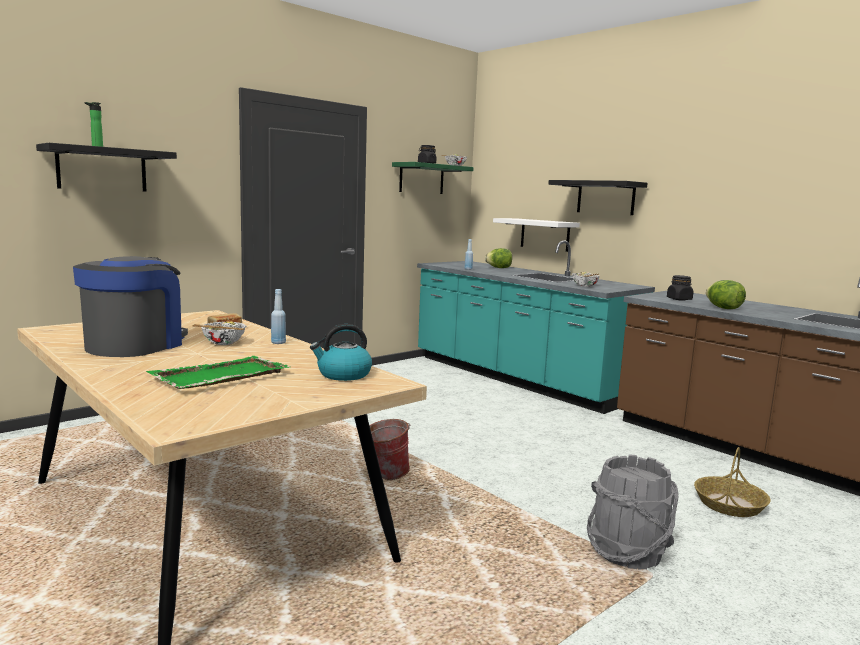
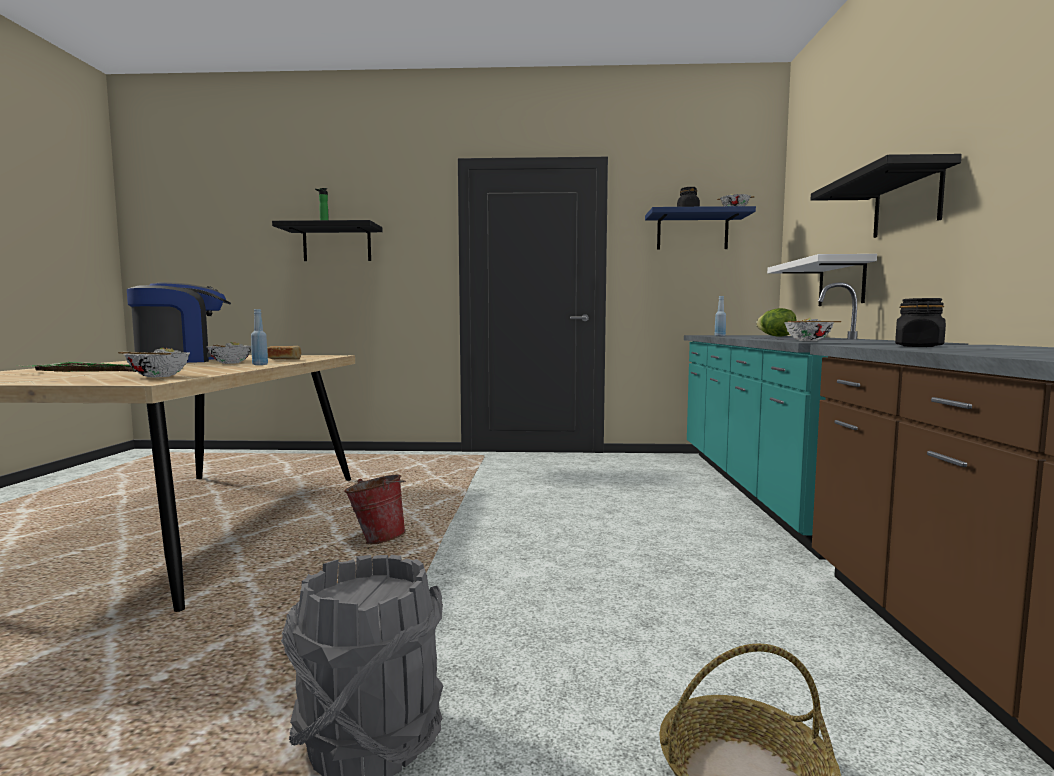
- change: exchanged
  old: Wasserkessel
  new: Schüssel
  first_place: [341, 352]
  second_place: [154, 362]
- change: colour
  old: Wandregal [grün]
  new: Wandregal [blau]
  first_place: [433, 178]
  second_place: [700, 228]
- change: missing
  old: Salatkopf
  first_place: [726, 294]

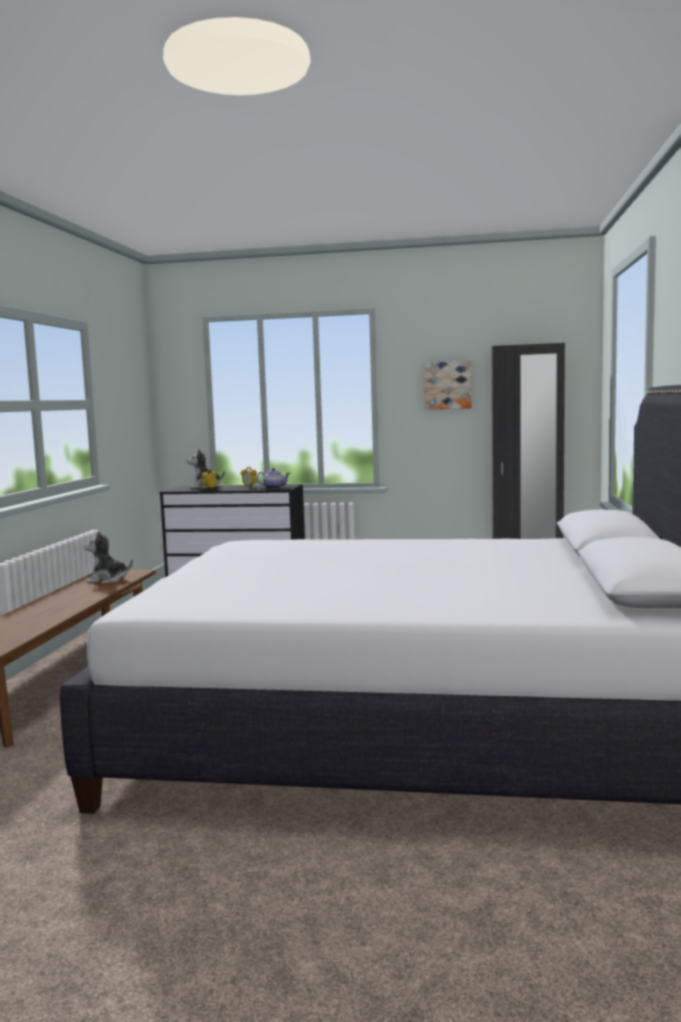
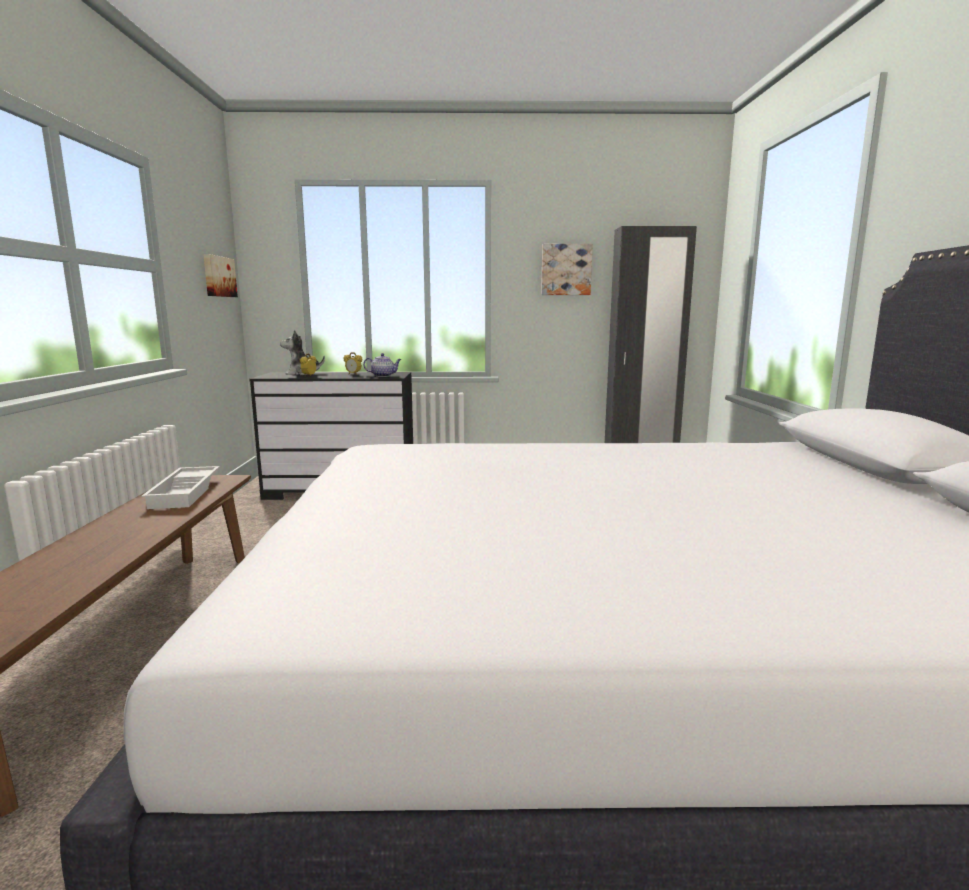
- change: exchanged
  old: Plüschtier
  new: Tablett [weiß]
  first_place: [108, 557]
  second_place: [181, 487]
- change: appeared
  new: Bild
  second_place: [220, 275]

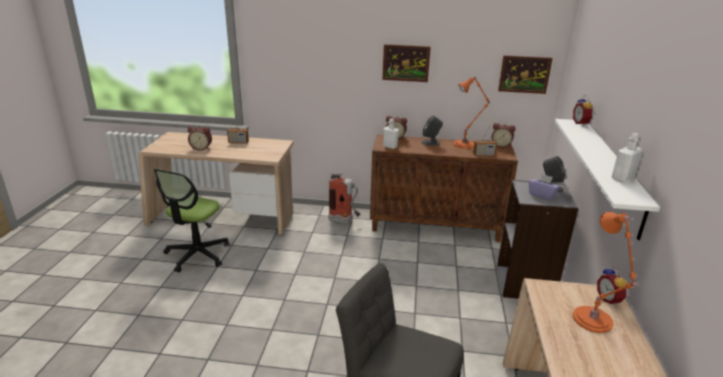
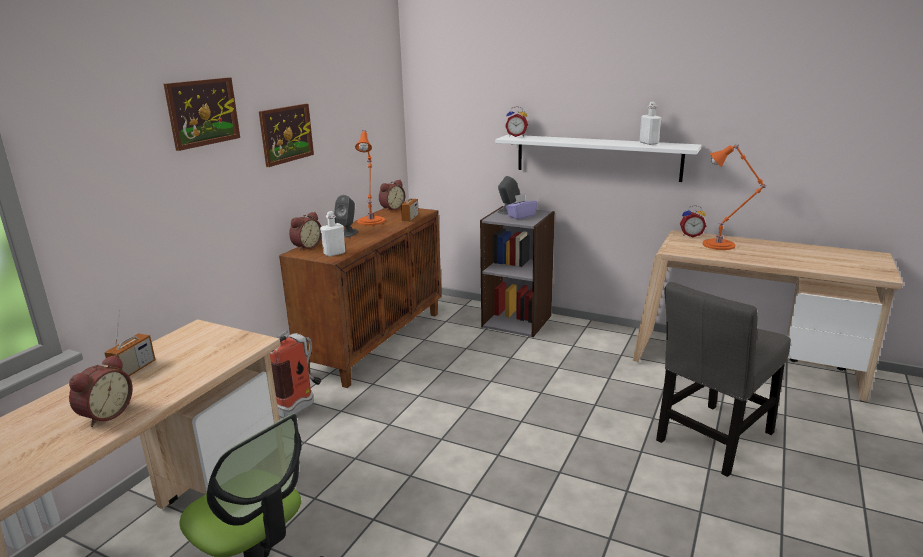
- change: relocated
  old: Bild
  first_place: [525, 74]
  second_place: [202, 114]

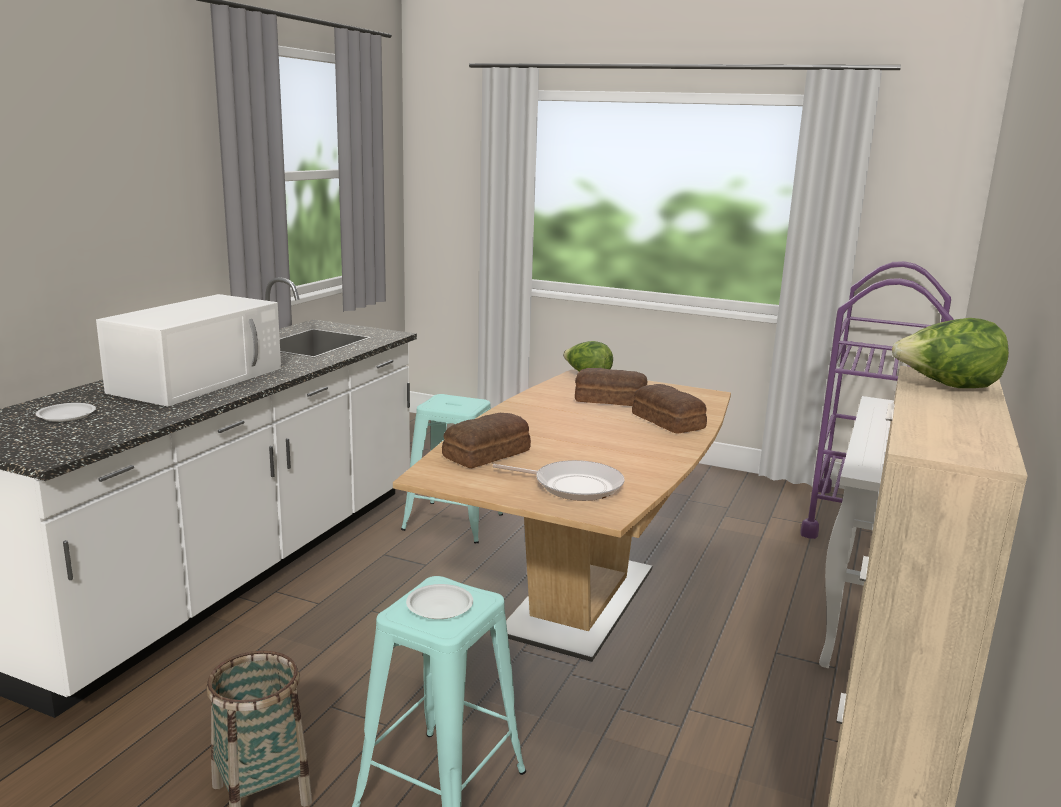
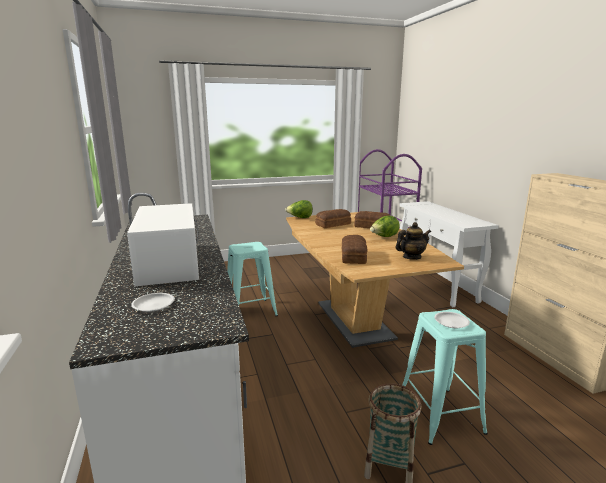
- change: exchanged
  old: Pfanne
  new: Teekanne
  first_place: [558, 480]
  second_place: [413, 241]
- change: relocated
  old: Salatkopf
  first_place: [950, 353]
  second_place: [385, 226]

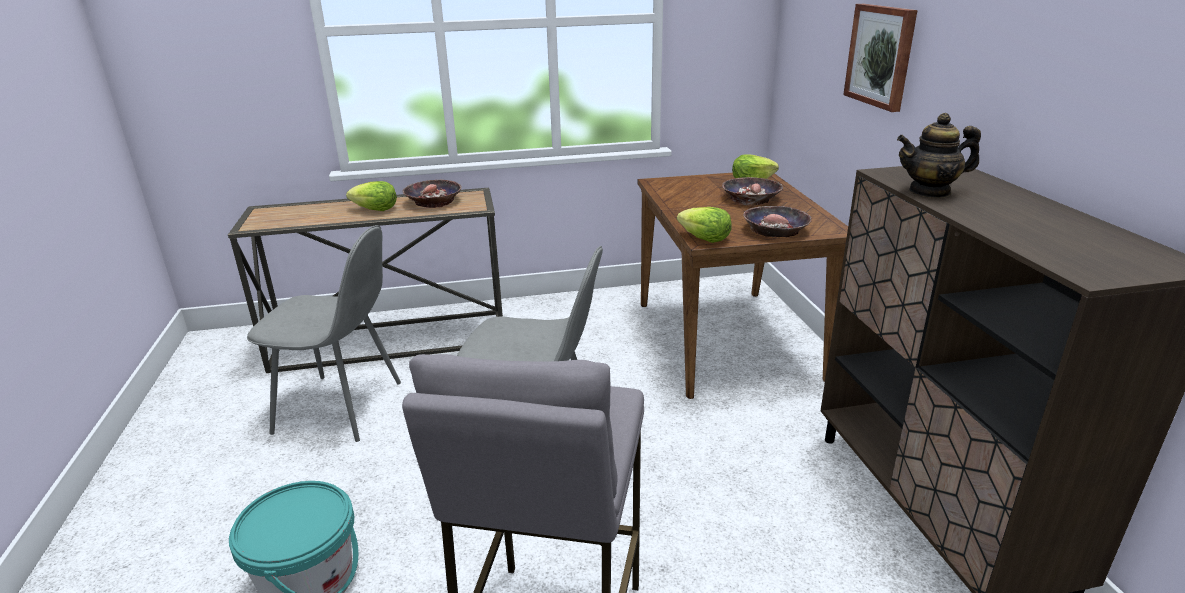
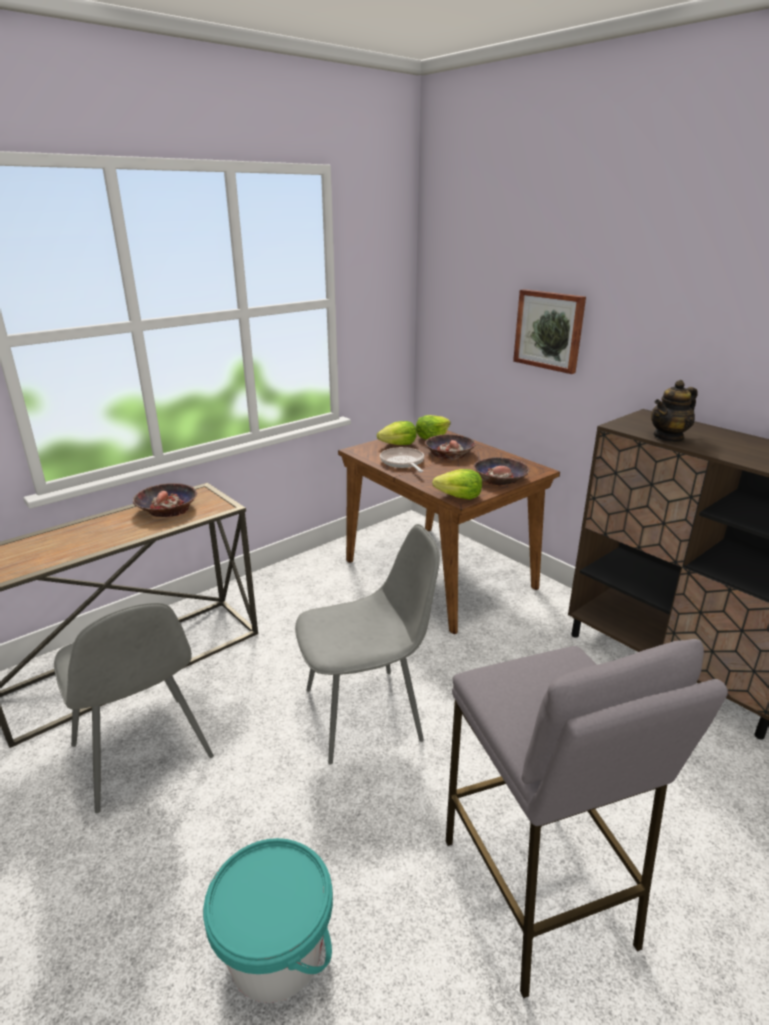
- change: spun
  old: Stuhl [grau]
  first_place: [324, 333]
  second_place: [134, 708]
  degrees: 75
- change: relocated
  old: Salatkopf
  first_place: [371, 196]
  second_place: [397, 433]
- change: appeared
  new: Pfanne
  second_place: [402, 459]

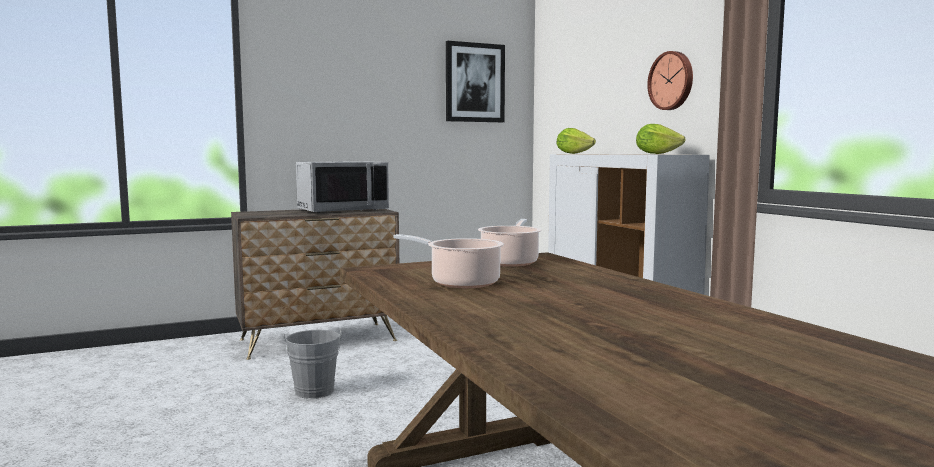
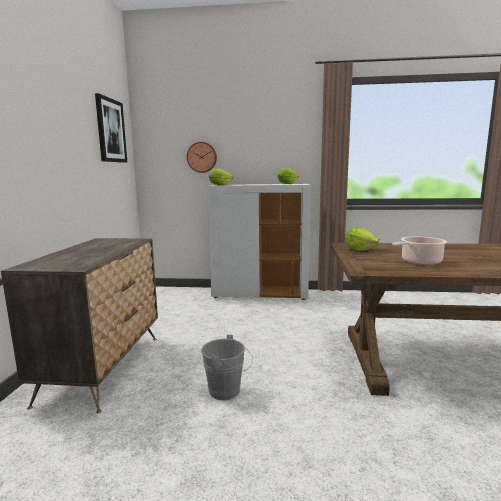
- change: missing
  old: Mikrowelle [grau]
  first_place: [342, 187]
- change: exchanged
  old: Kochtopf
  new: Salatkopf
  first_place: [510, 243]
  second_place: [362, 239]
- change: relocated
  old: Wanduhr
  first_place: [670, 80]
  second_place: [202, 157]

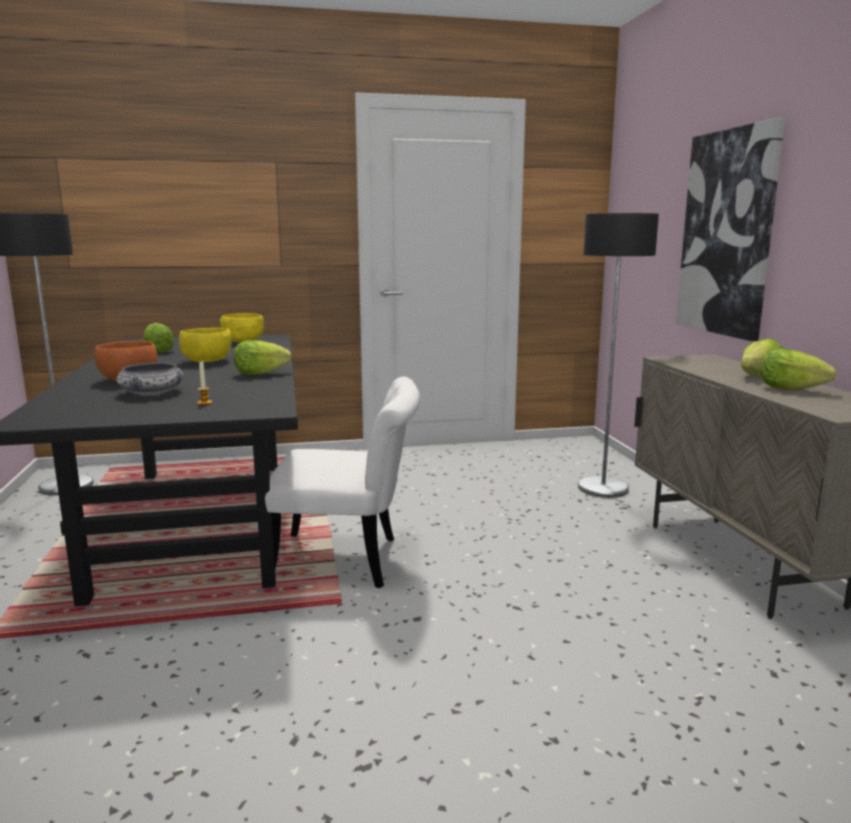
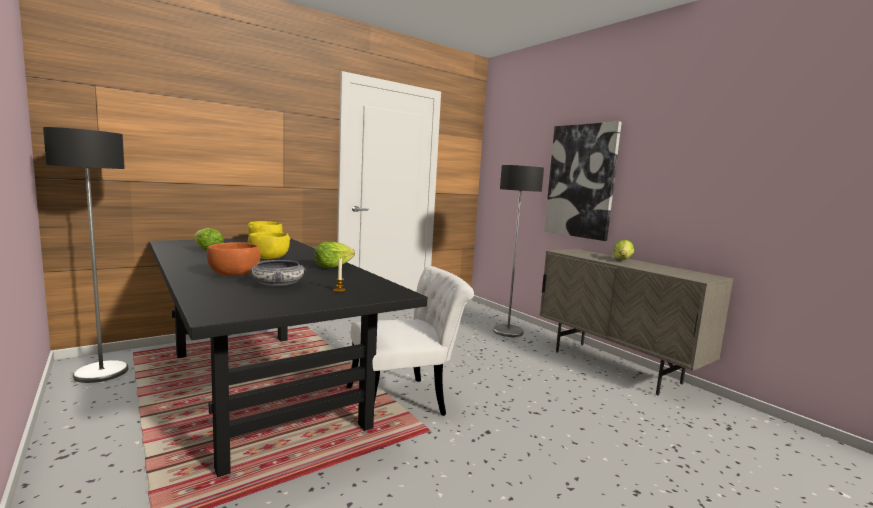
- change: missing
  old: Salatkopf
  first_place: [798, 369]

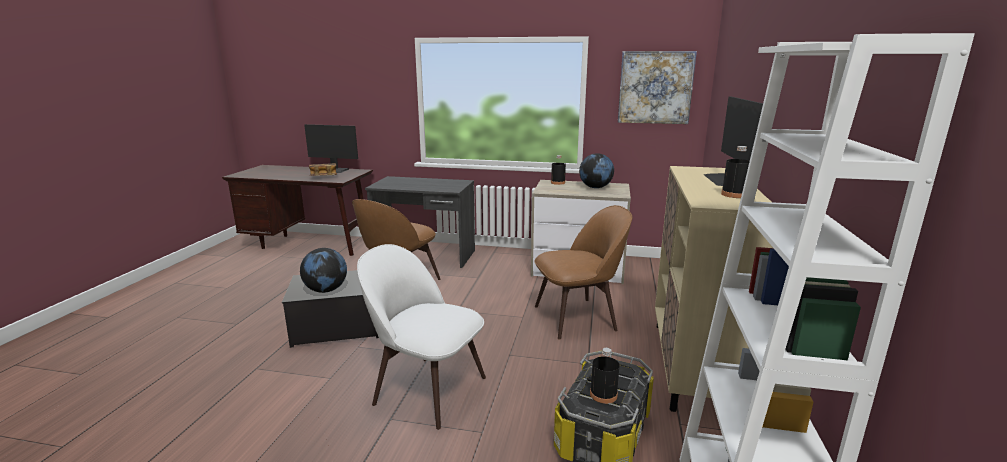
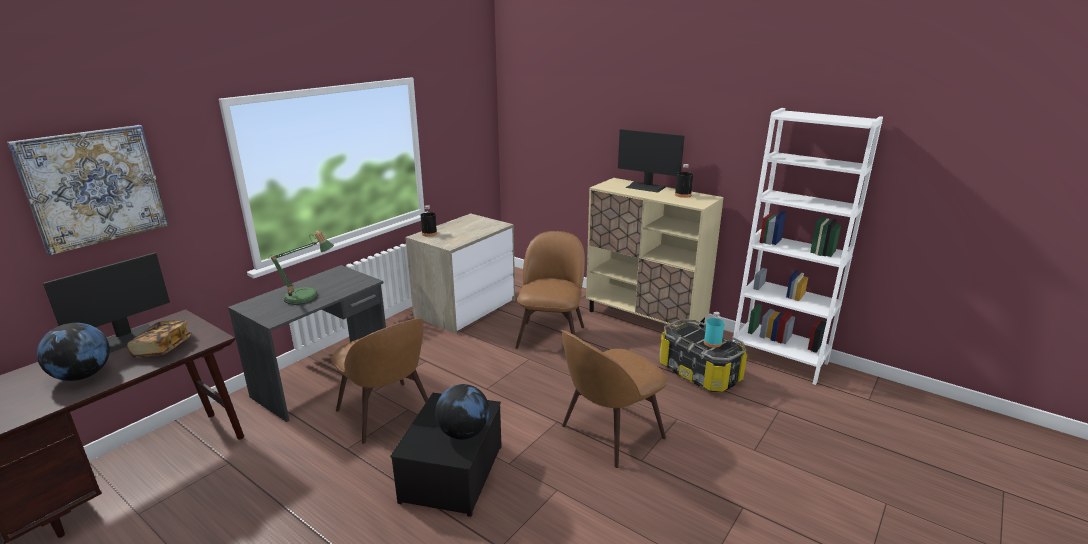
- change: colour
  old: Stuhl [weiß]
  new: Stuhl [braun]
  first_place: [421, 337]
  second_place: [614, 399]
- change: relocated
  old: Globus
  first_place: [596, 170]
  second_place: [73, 352]
- change: colour
  old: Flasche [schwarz]
  new: Flasche [türkis]
  first_place: [605, 376]
  second_place: [714, 330]
- change: relocated
  old: Bild
  first_place: [657, 87]
  second_place: [87, 190]
- change: appeared
  new: Tischlampe
  second_place: [301, 268]

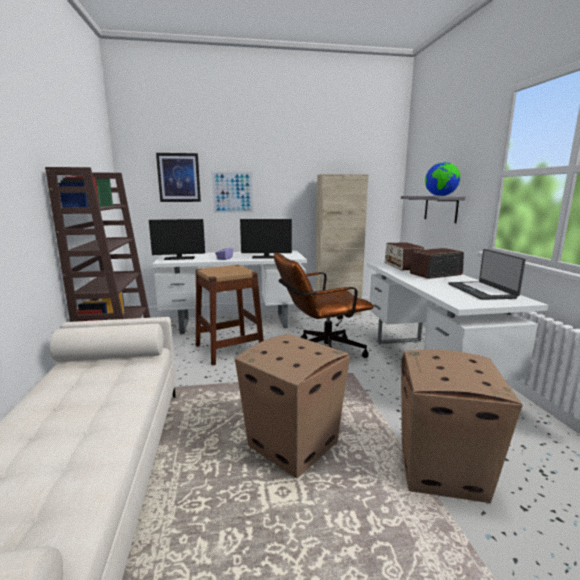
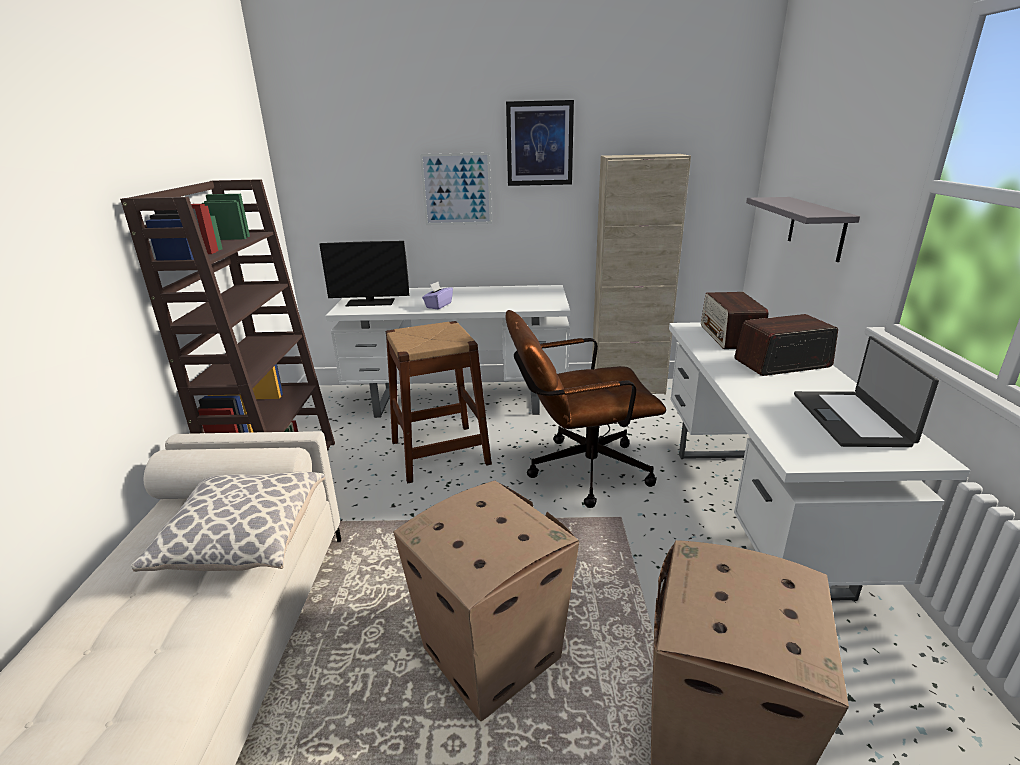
- change: relocated
  old: Bild
  first_place: [178, 177]
  second_place: [540, 143]
- change: missing
  old: Monitor
  first_place: [266, 239]
- change: missing
  old: Globus
  first_place: [442, 179]
- change: appeared
  new: Kissen
  second_place: [228, 522]

